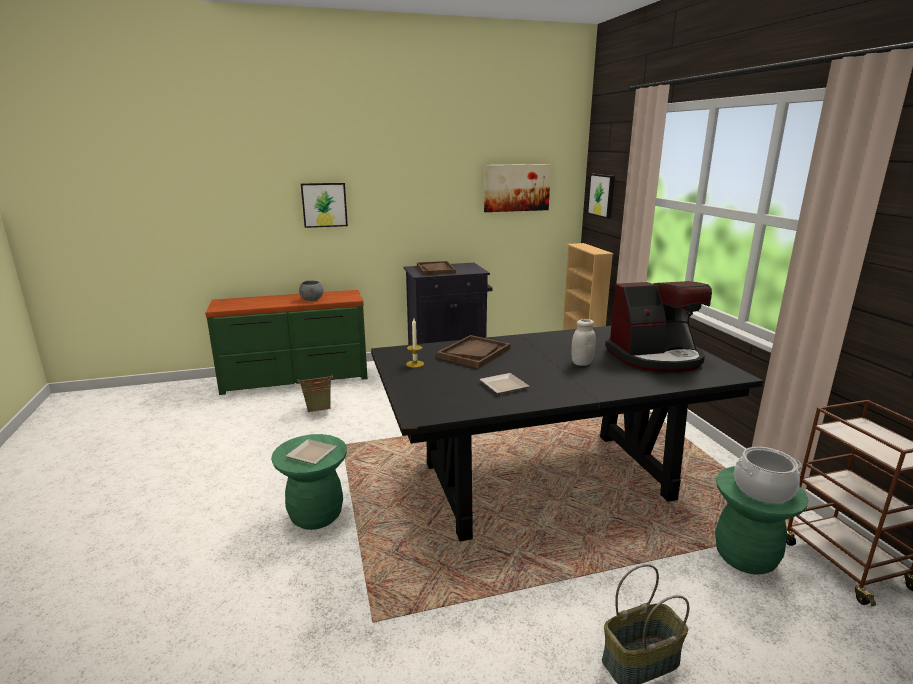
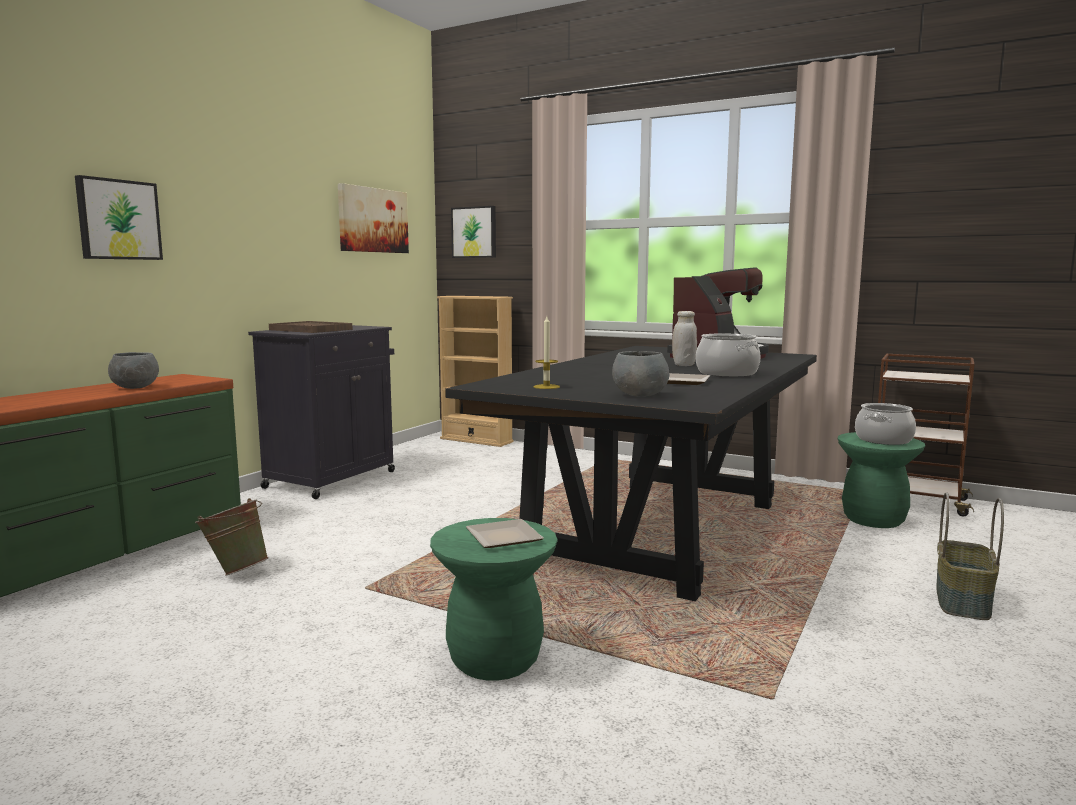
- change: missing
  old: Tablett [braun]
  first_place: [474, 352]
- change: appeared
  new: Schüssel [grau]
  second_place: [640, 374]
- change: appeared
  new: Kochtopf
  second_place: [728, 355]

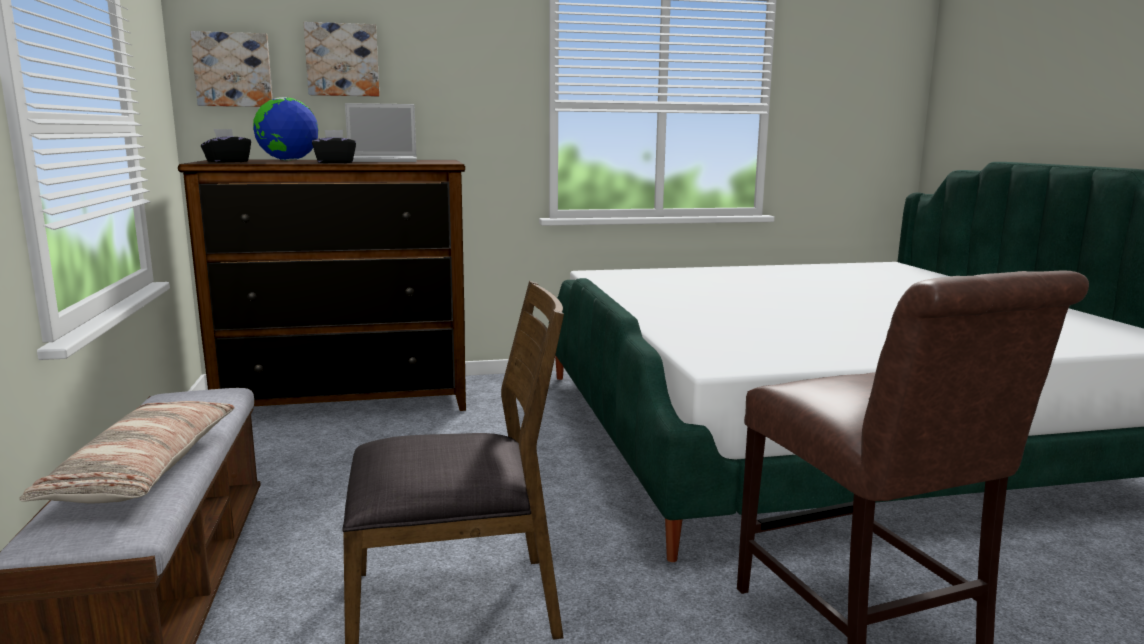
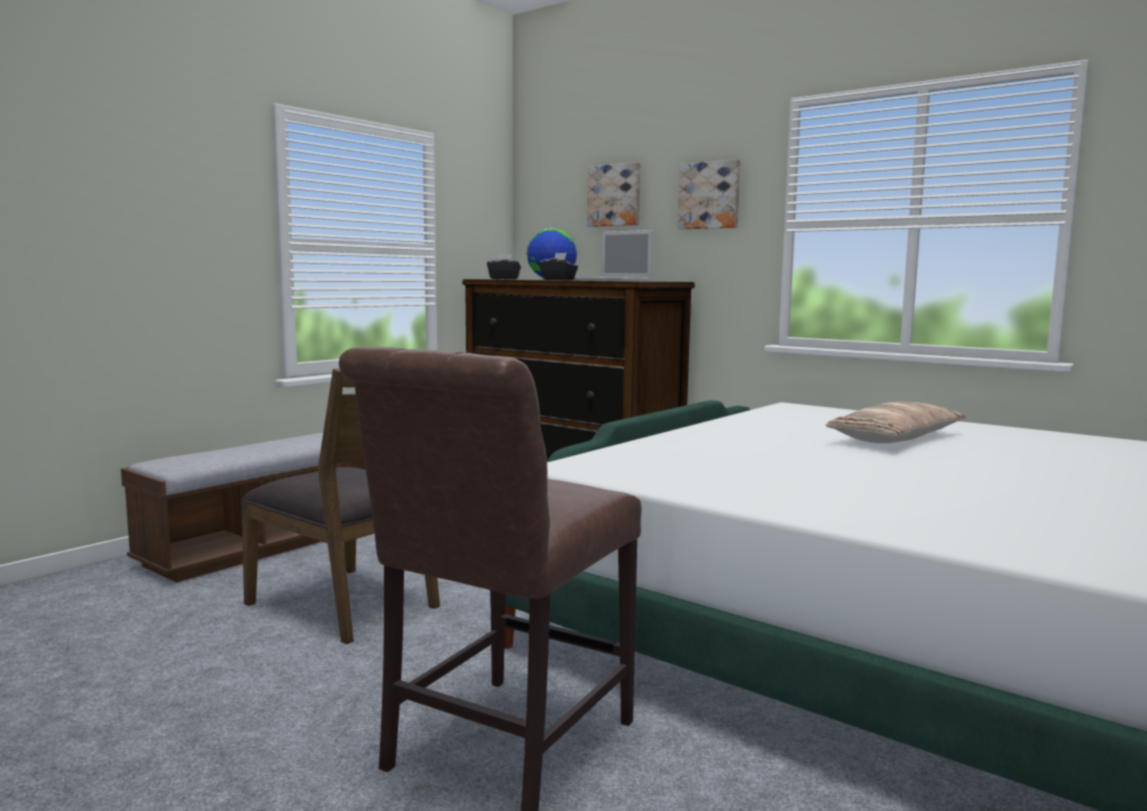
- change: relocated
  old: Kissen
  first_place: [127, 452]
  second_place: [895, 422]
- change: relocated
  old: Bild
  first_place: [231, 69]
  second_place: [709, 194]

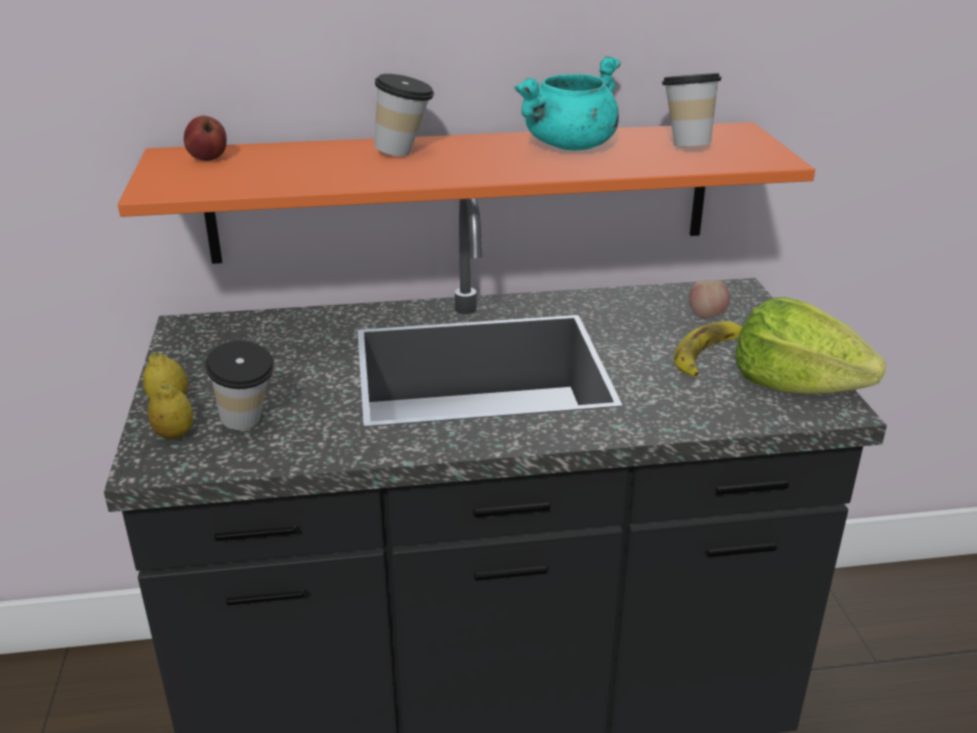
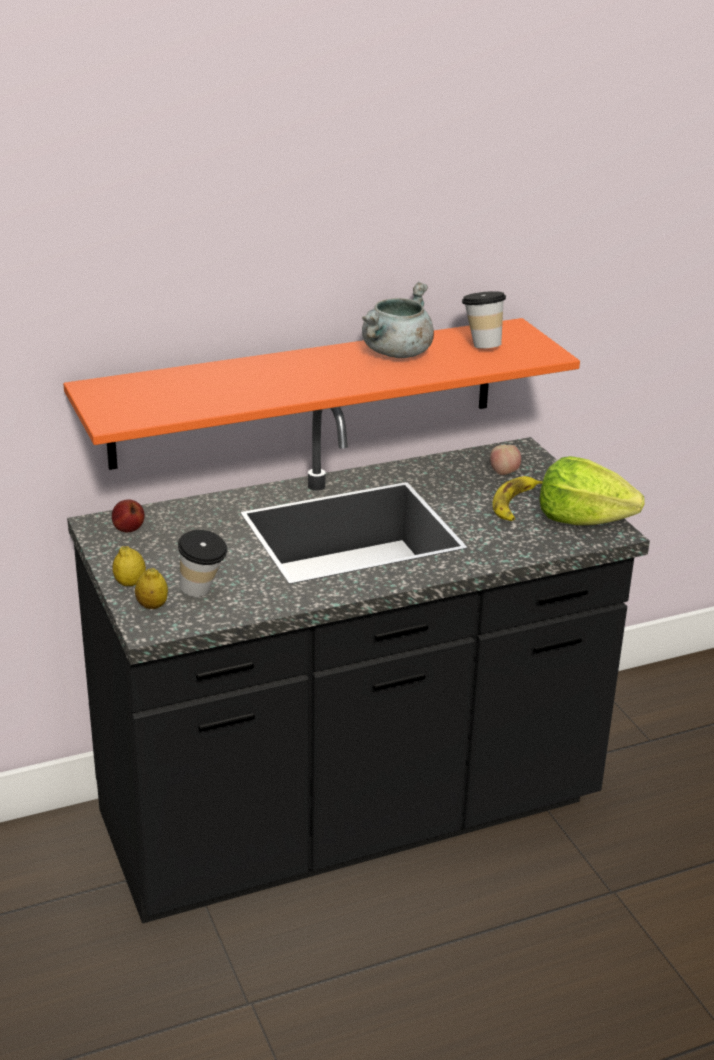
- change: relocated
  old: Apfel
  first_place: [205, 138]
  second_place: [128, 515]
- change: missing
  old: Tasse
  first_place: [404, 115]
- change: colour
  old: Kochtopf [türkis]
  new: Kochtopf [grau]
  first_place: [567, 103]
  second_place: [398, 320]

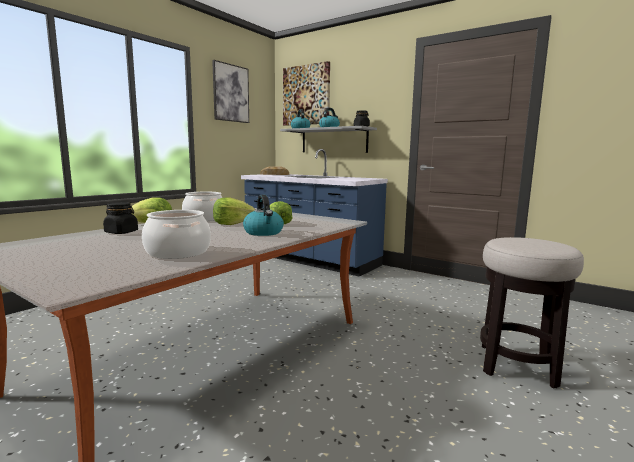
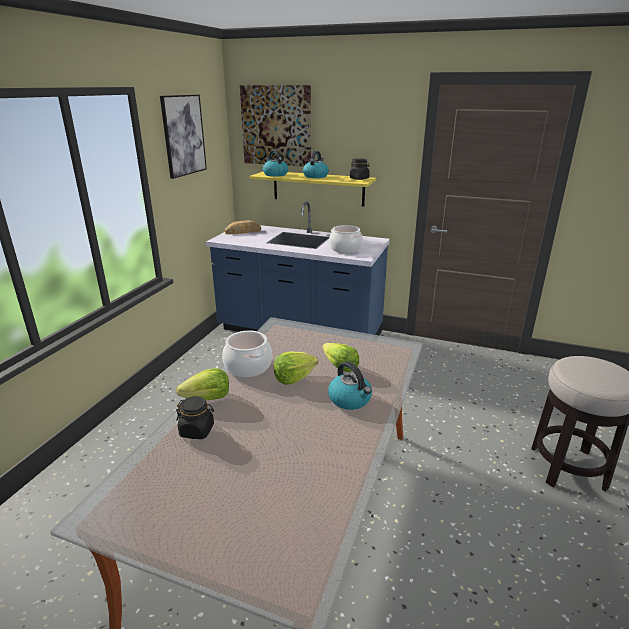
- change: relocated
  old: Kochtopf
  first_place: [176, 234]
  second_place: [346, 239]
- change: colour
  old: Wandregal [grau]
  new: Wandregal [gelb]
  first_place: [328, 139]
  second_place: [312, 189]

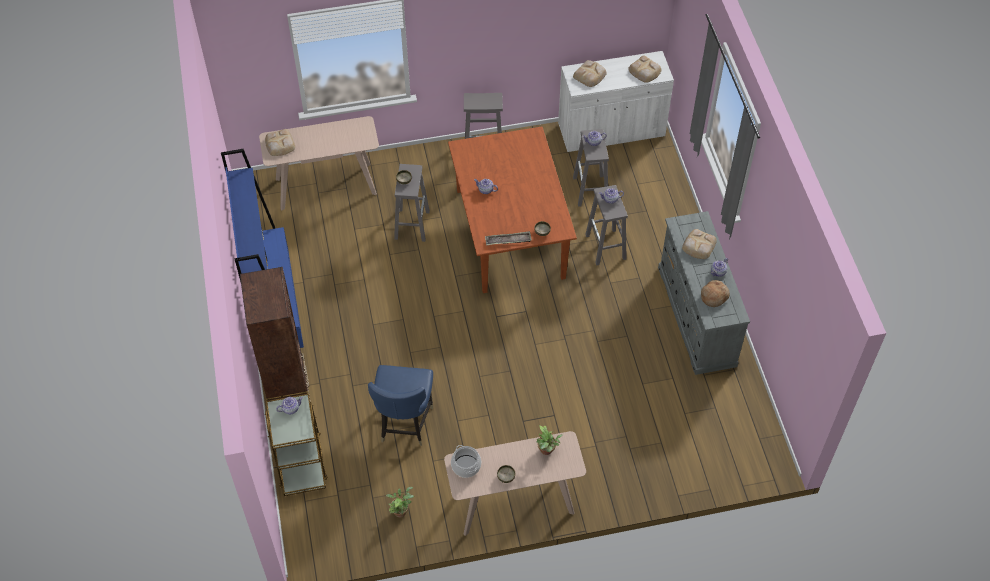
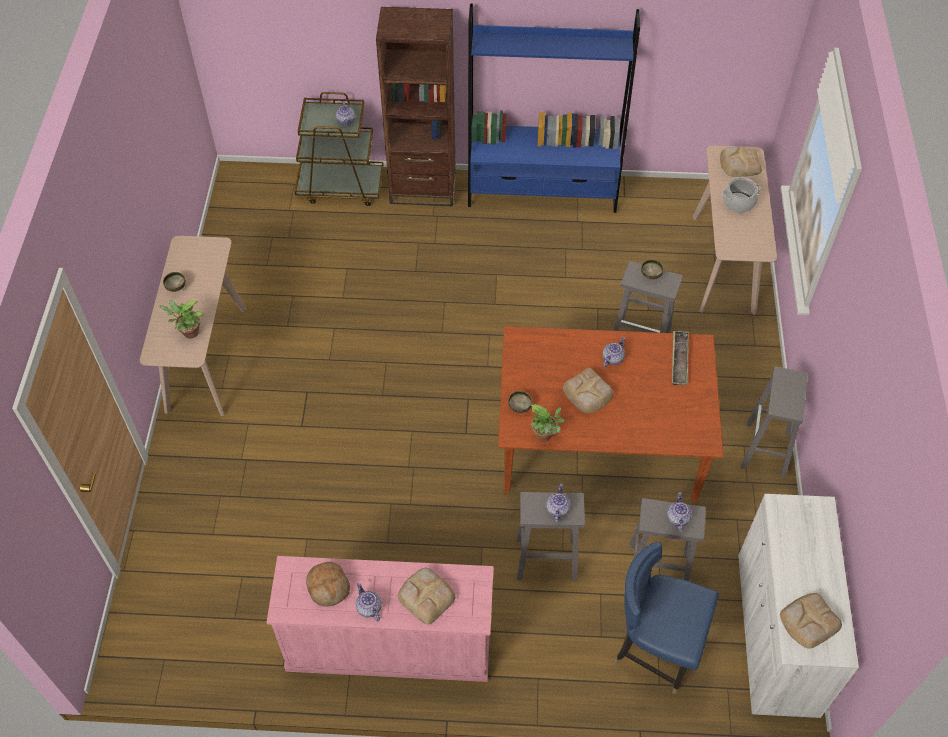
- change: relocated
  old: Stuhl [blau]
  first_place: [400, 405]
  second_place: [666, 618]
- change: relocated
  old: Topfpflanze
  first_place: [400, 502]
  second_place: [547, 423]
- change: relocated
  old: Kochtopf
  first_place: [466, 461]
  second_place: [742, 195]
- change: relocated
  old: Tablett
  first_place: [508, 238]
  second_place: [680, 358]
- change: relocated
  old: Brot
  first_place: [590, 73]
  second_place: [588, 391]
- change: colour
  old: Kommode [grau]
  new: Kommode [rosa]
  first_place: [704, 293]
  second_place: [380, 619]

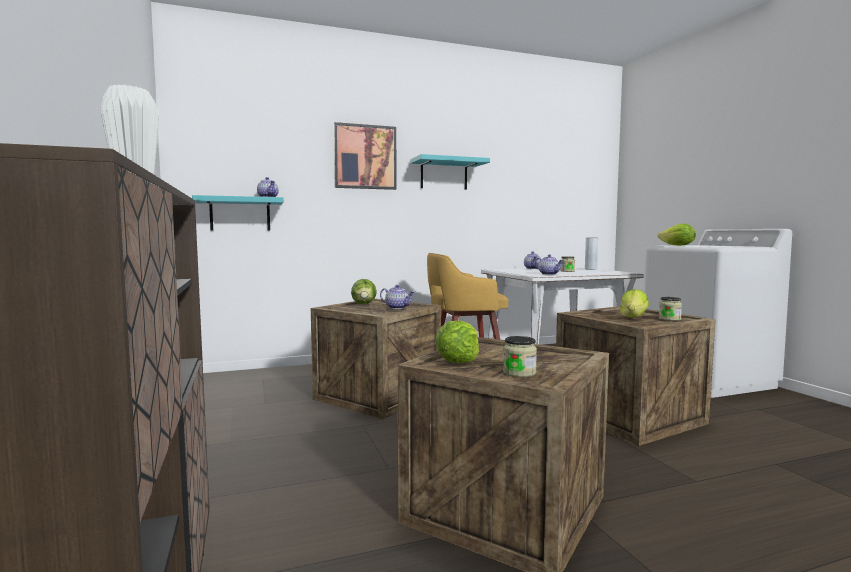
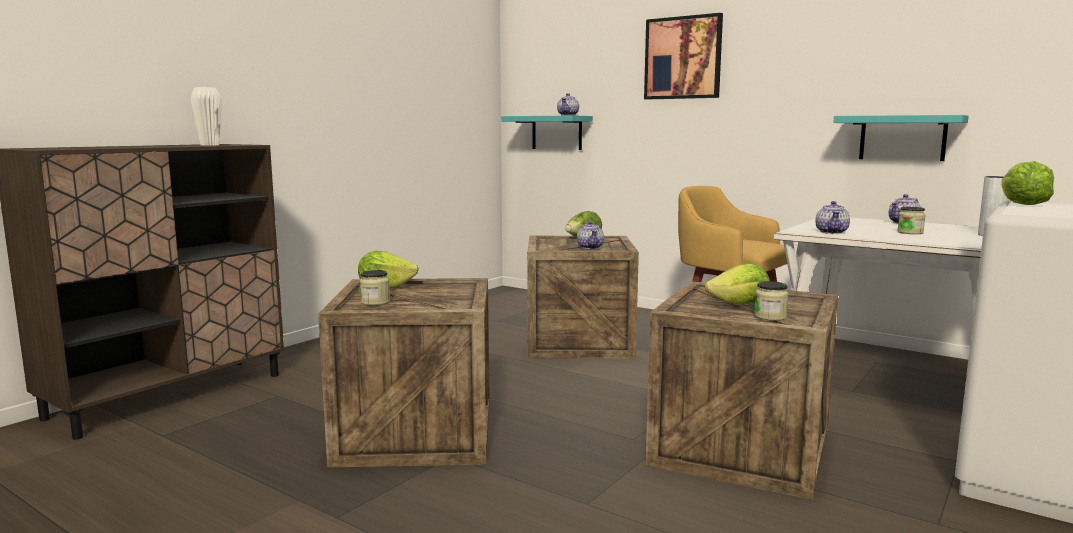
- change: relocated
  old: Wandregal [türkis]
  first_place: [450, 172]
  second_place: [901, 138]

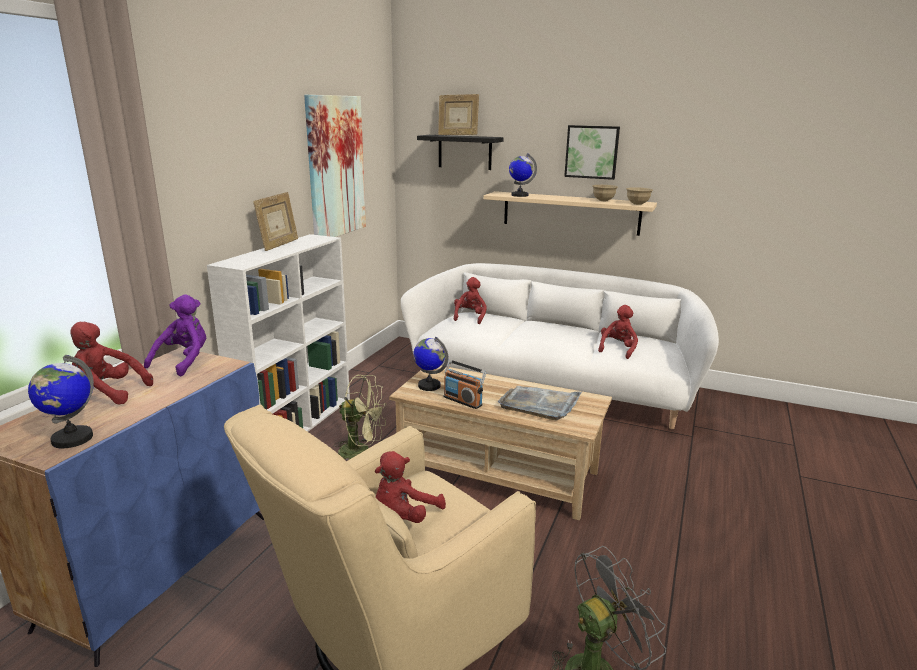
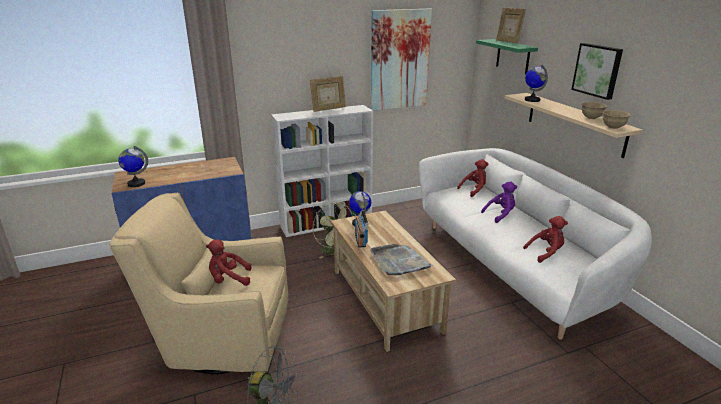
- change: missing
  old: Plüschtier [rot]
  first_place: [111, 363]
- change: relocated
  old: Plüschtier [lila]
  first_place: [175, 335]
  second_place: [499, 202]
- change: colour
  old: Wandregal [schwarz]
  new: Wandregal [grün]
  first_place: [460, 152]
  second_place: [507, 56]

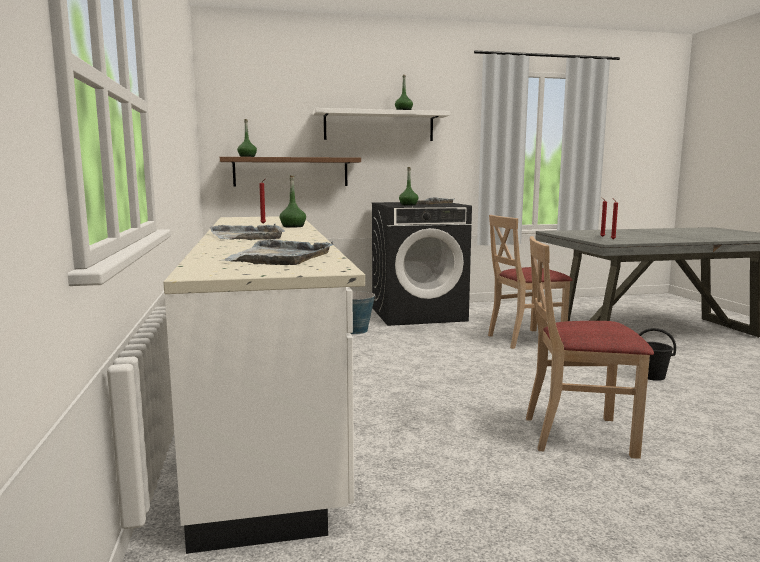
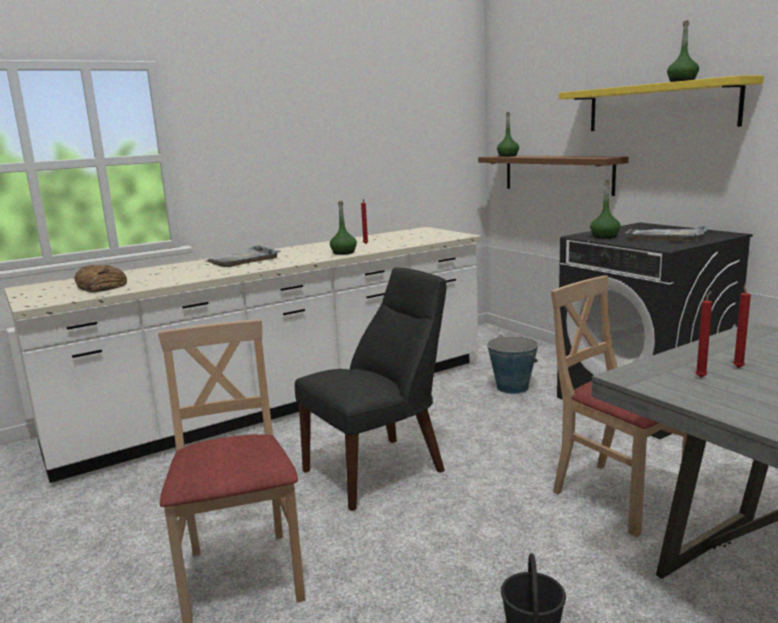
- change: exchanged
  old: Tablett [grau]
  new: Brot
  first_place: [279, 252]
  second_place: [100, 278]
- change: colour
  old: Wandregal [weiß]
  new: Wandregal [gelb]
  first_place: [381, 124]
  second_place: [661, 103]
- change: appeared
  new: Stuhl [schwarz]
  second_place: [370, 389]

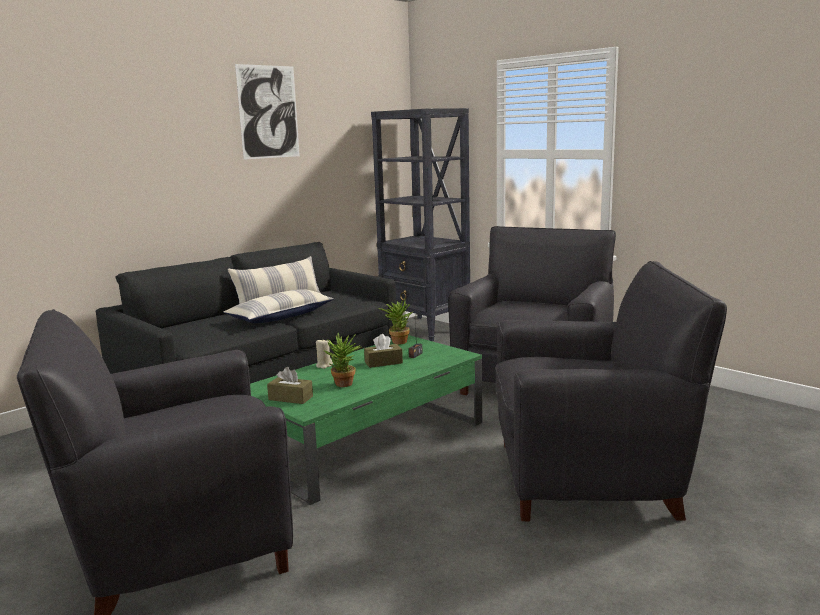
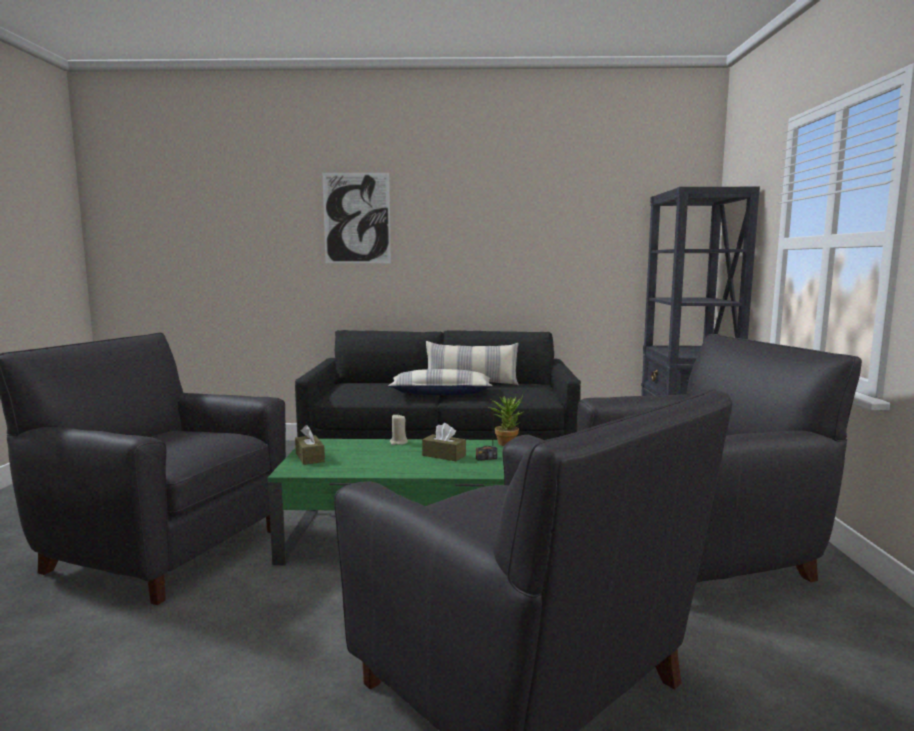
- change: relocated
  old: Bild
  first_place: [267, 112]
  second_place: [356, 218]
- change: missing
  old: Topfpflanze
  first_place: [343, 360]

